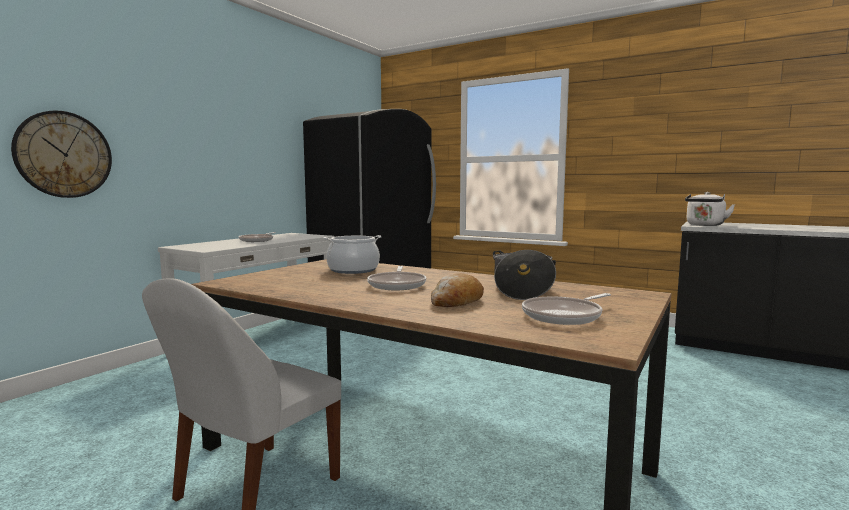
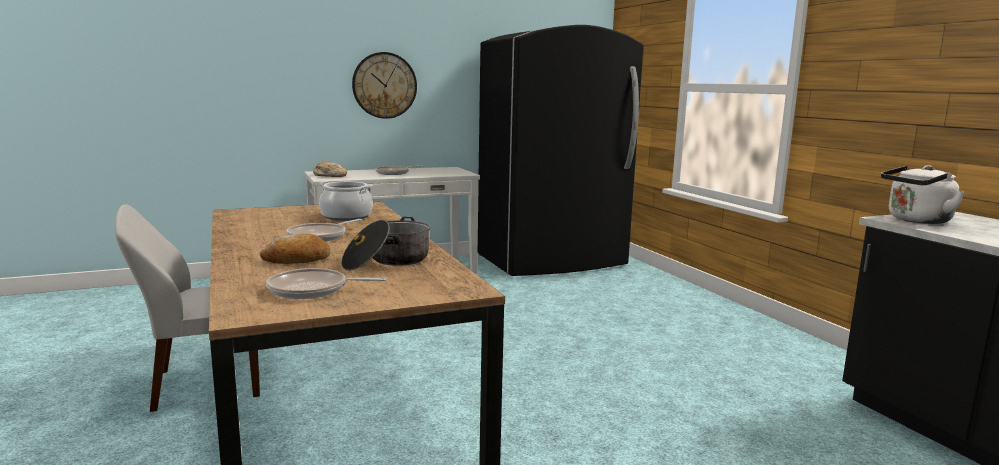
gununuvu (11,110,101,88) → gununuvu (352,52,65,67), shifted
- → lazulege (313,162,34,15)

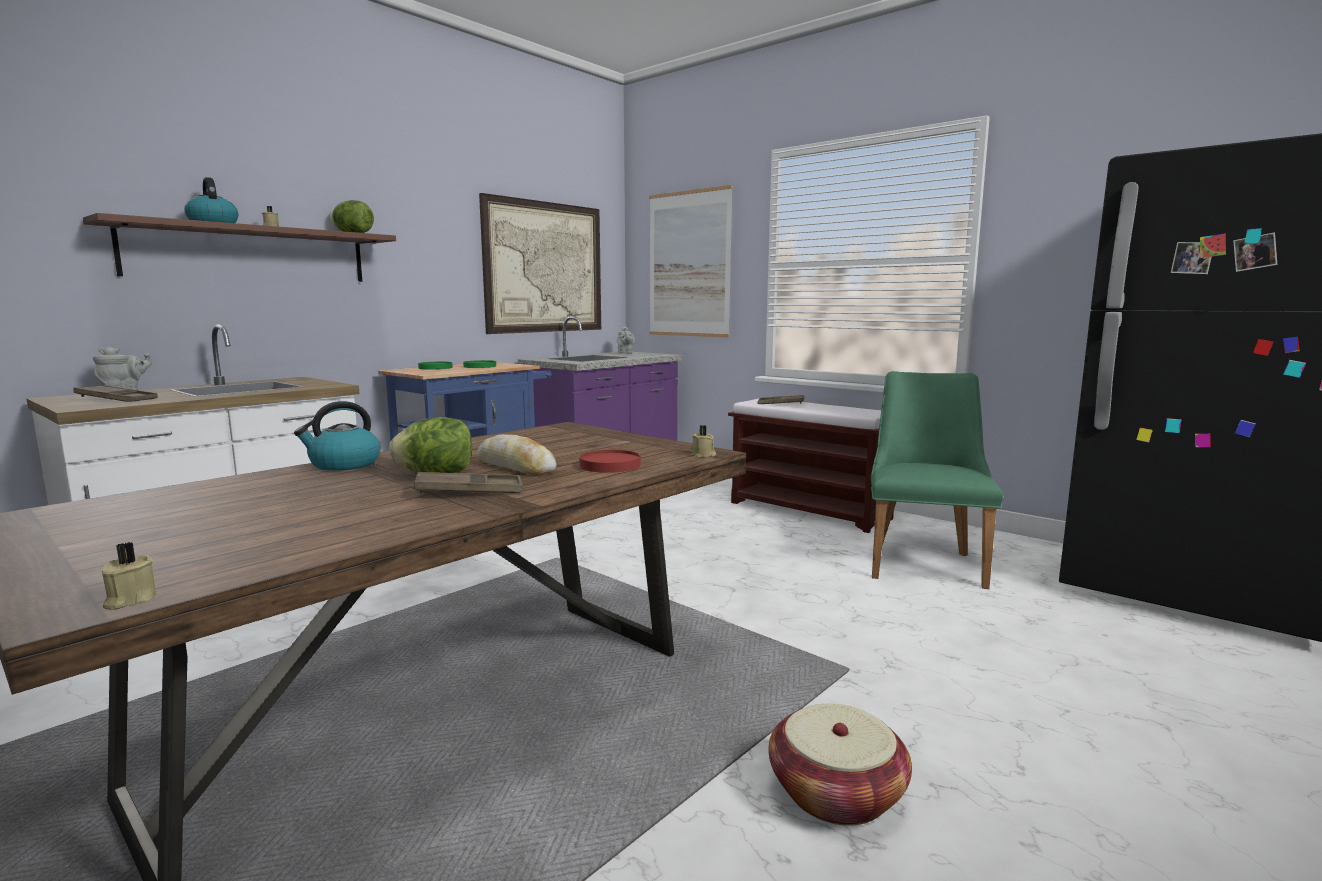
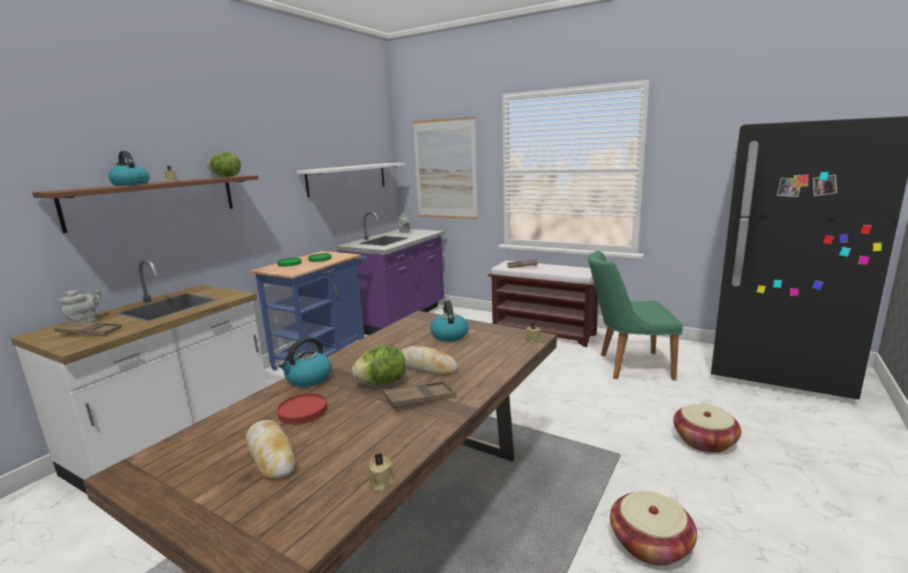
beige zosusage (102,542,54,68) → beige zosusage (369,453,24,38), shifted
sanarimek (479,193,122,141) → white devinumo (297,163,108,34)
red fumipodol (579,450,62,23) → red fumipodol (277,393,50,32), shifted
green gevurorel (871,371,132,218) → green gevurorel (588,251,95,130), 90 degrees counterclockwise
- → lazulege (246,420,49,60)
- → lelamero (430,300,39,42)
- → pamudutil (673,404,68,49)

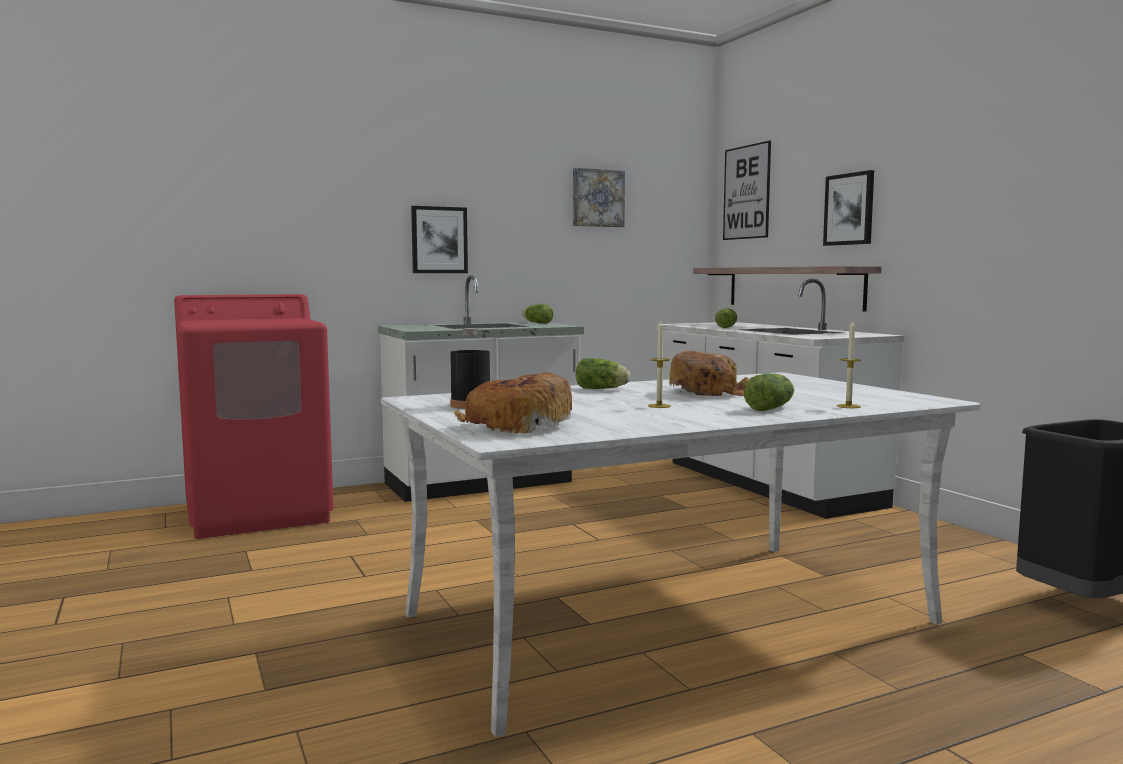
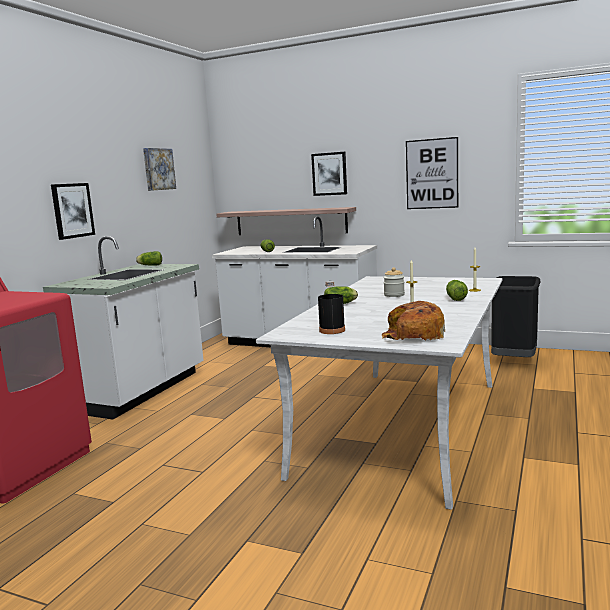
lazulege (669,351,80,45) → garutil (383,268,22,29)
sanarimek (723,141,48,99) → sanarimek (406,137,52,72), shifted

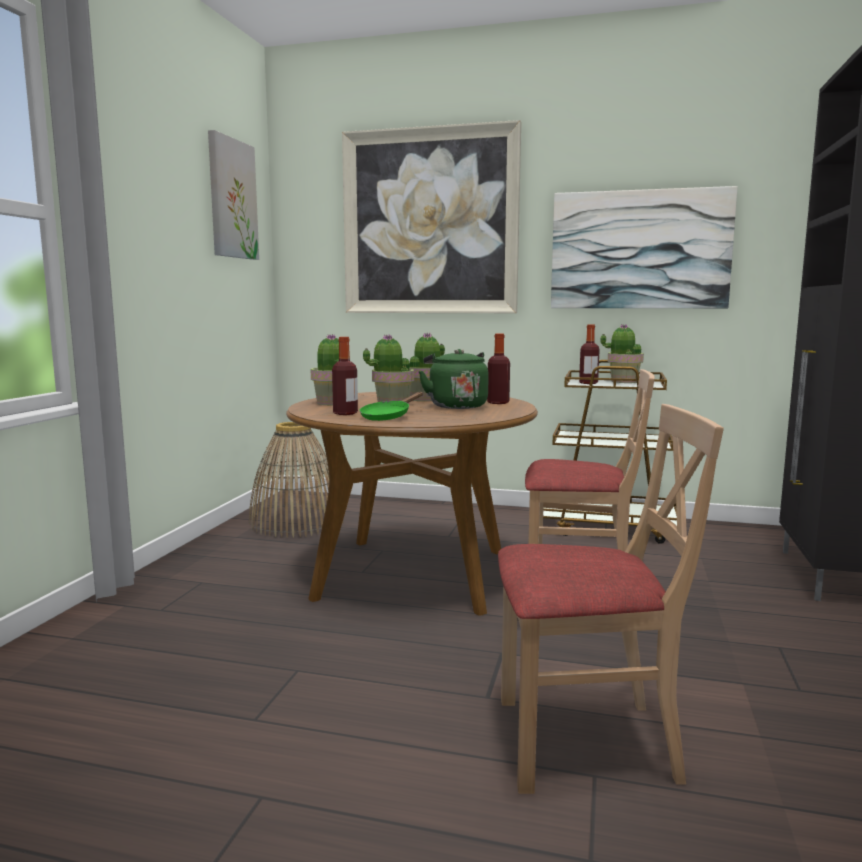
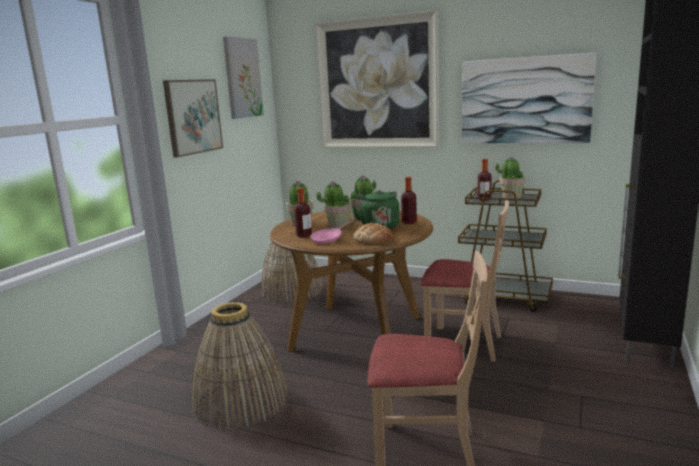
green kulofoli (359,392,64,29) → pink kulofoli (310,220,44,24)
- → sanarimek (163,79,60,78)
- → pamudutil (191,302,97,128)
- → lazulege (353,223,40,21)

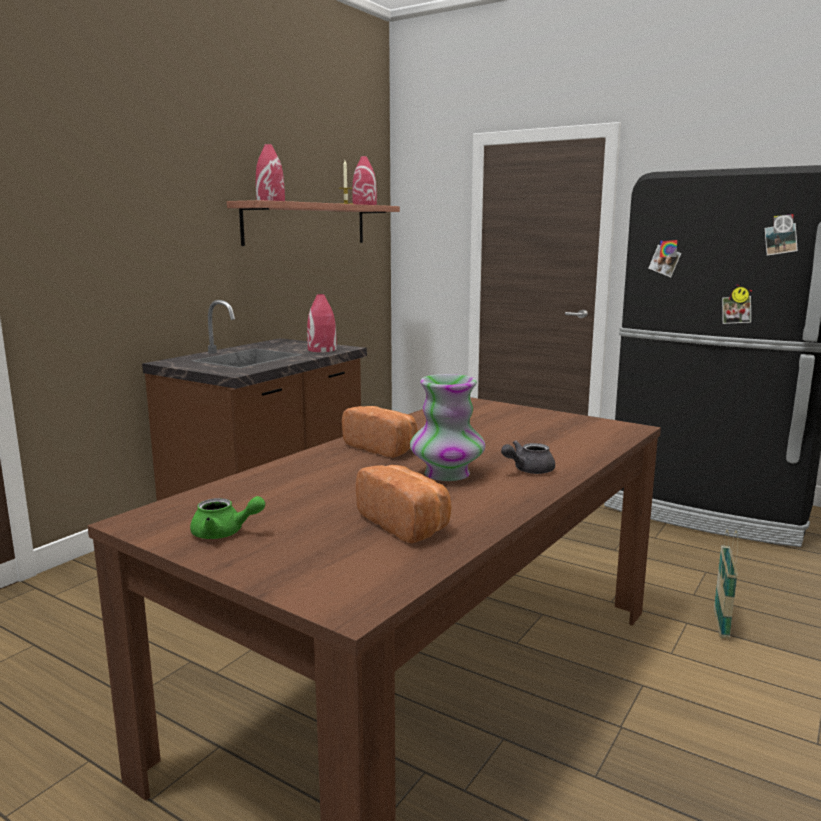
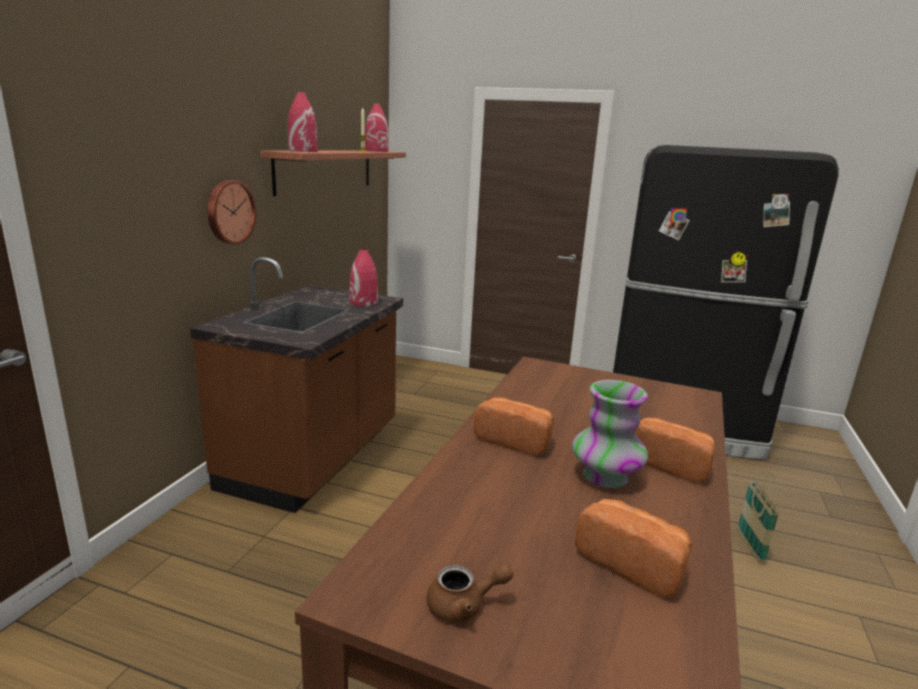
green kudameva (190,496,75,43) → brown kudameva (427,564,86,58)
grey kudameva (501,440,54,34) → lazulege (635,418,80,64)
- → gununuvu (207,180,49,65)

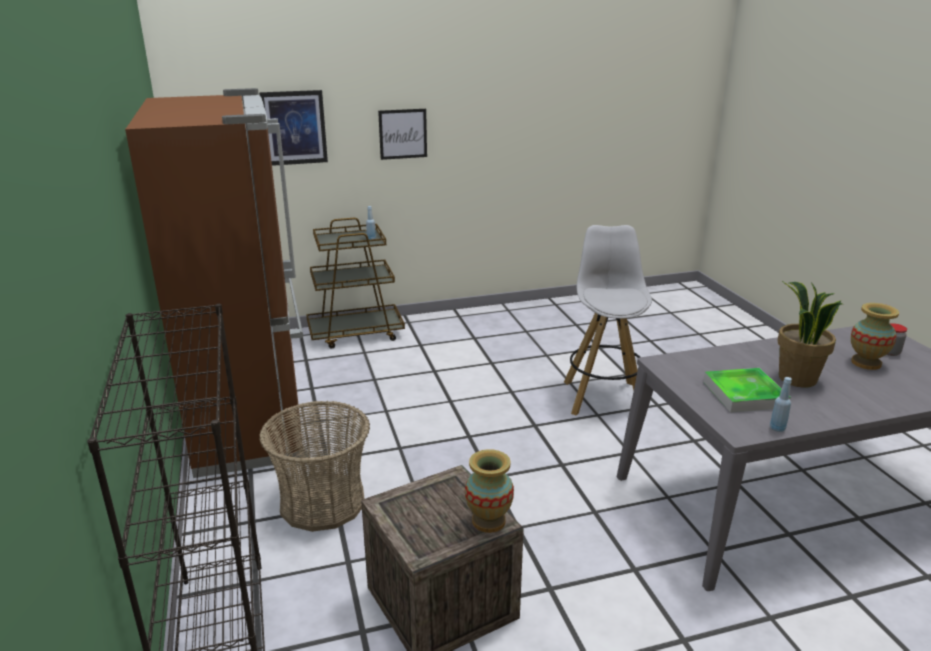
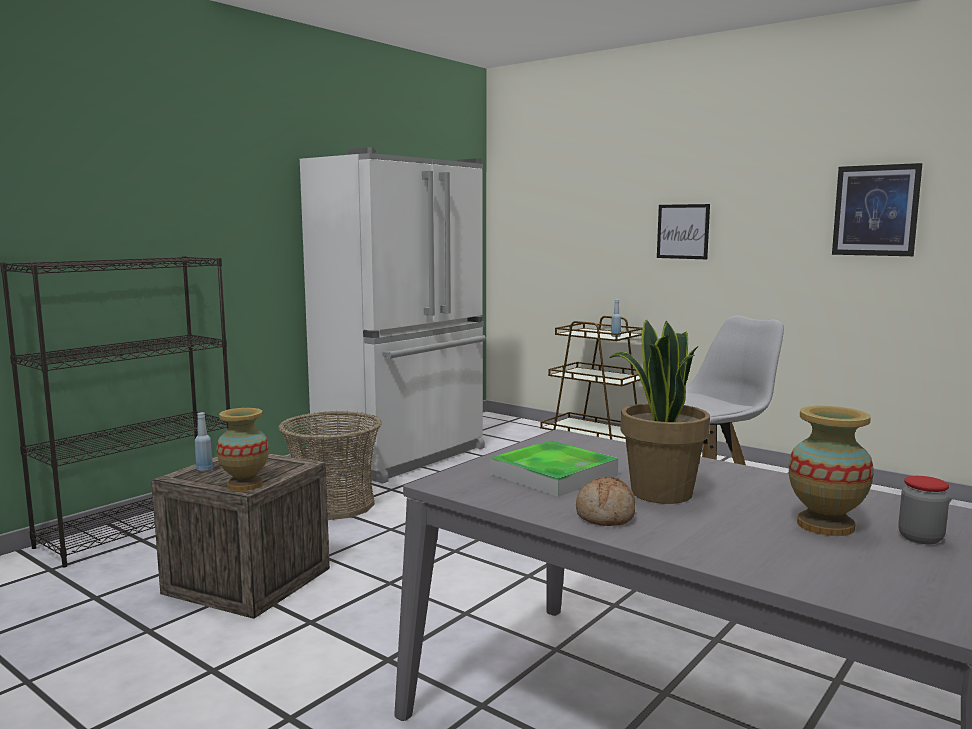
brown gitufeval (125,88,183,390) → white gitufeval (300,147,186,337)
sanarimek (259,90,69,76) → sanarimek (832,163,91,93), shifted
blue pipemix (770,377,22,55) → blue pipemix (195,412,18,60), shifted
- → lazulege (576,477,59,49)

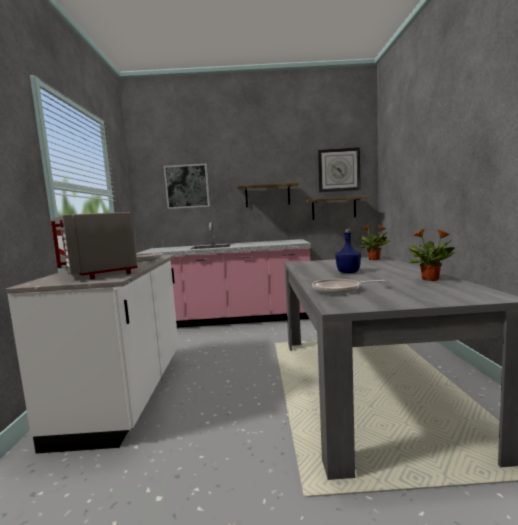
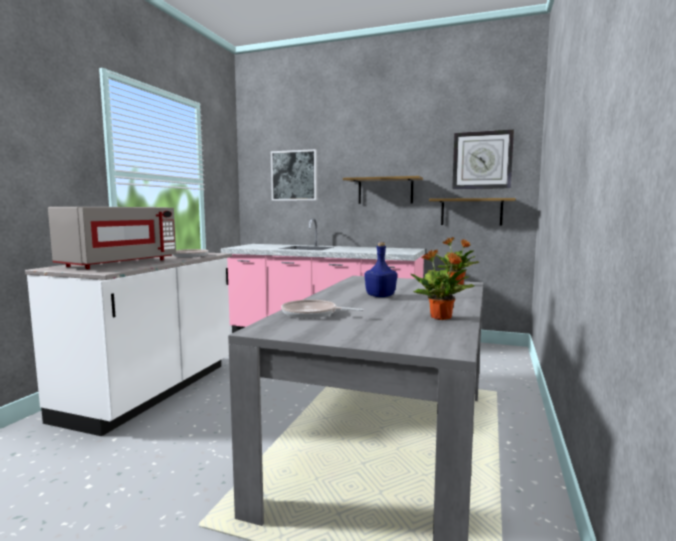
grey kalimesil (51,212,87,67) → grey kalimesil (48,207,128,62), 135 degrees counterclockwise

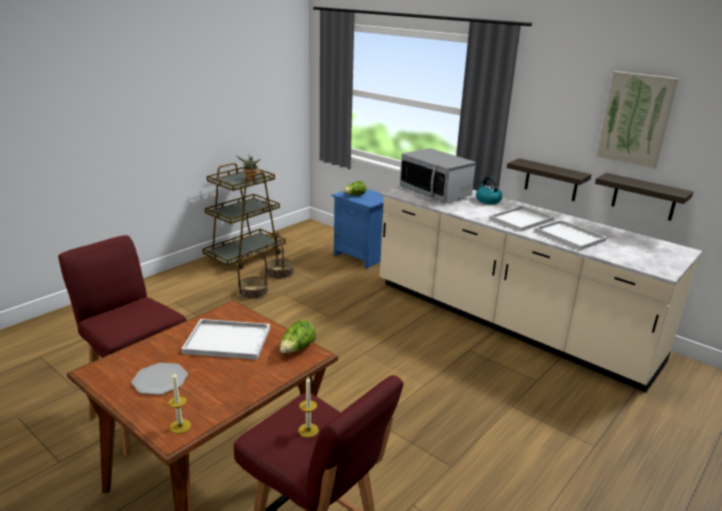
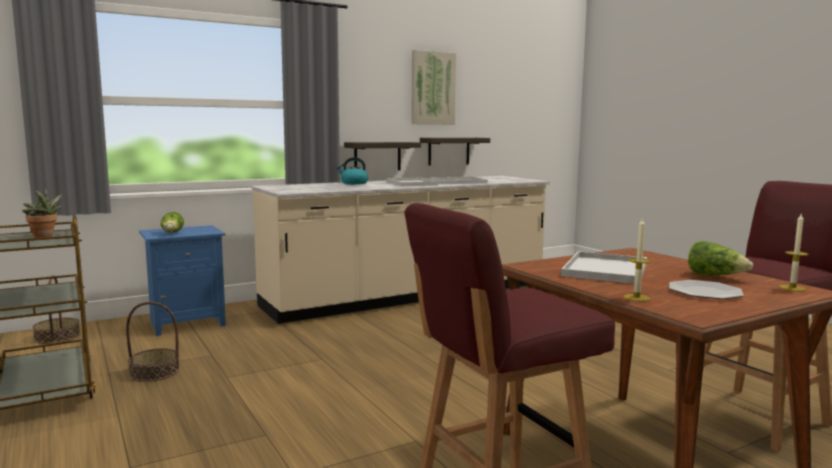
pamudutil (238,250,31,49) → pamudutil (33,275,47,69), shifted
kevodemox (280,320,36,33) → kevodemox (688,241,65,34), shifted
zosusage (298,377,21,61) → zosusage (624,217,27,85), shifted
kalimesil (400,148,76,55) → -

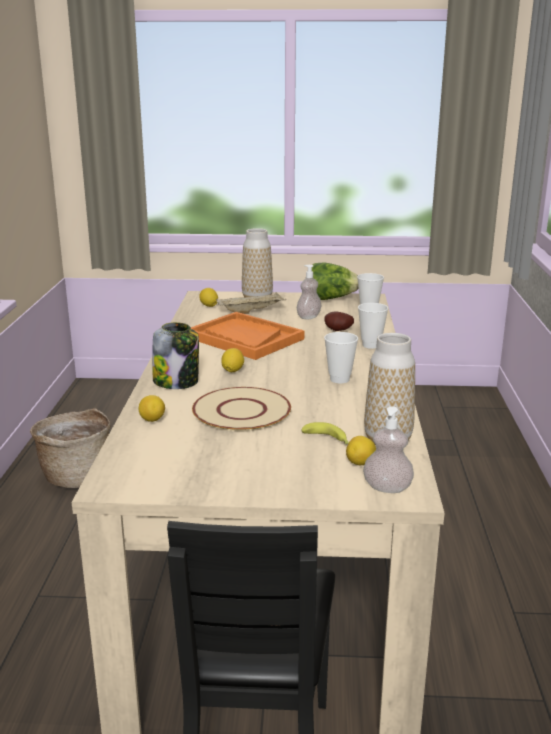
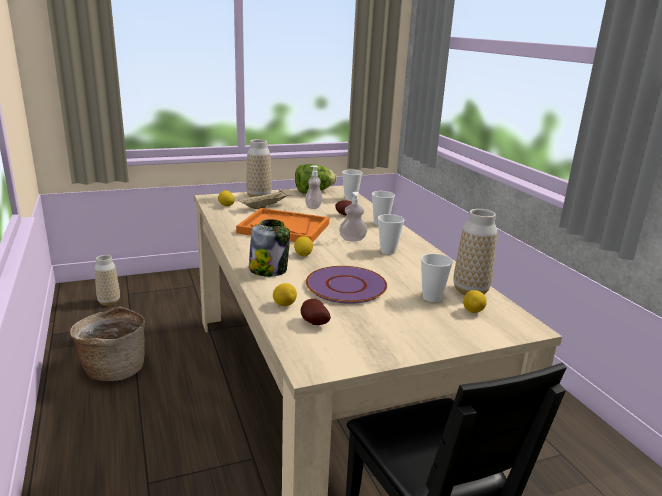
beige fumipodol (192,387,99,45) → purple fumipodol (306,266,81,38)
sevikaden (302,422,47,22) → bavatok (421,254,32,48)
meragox (363,406,51,87) → meragox (339,192,28,50), shifted
- → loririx (95,255,25,51)
- → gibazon (301,299,30,26)

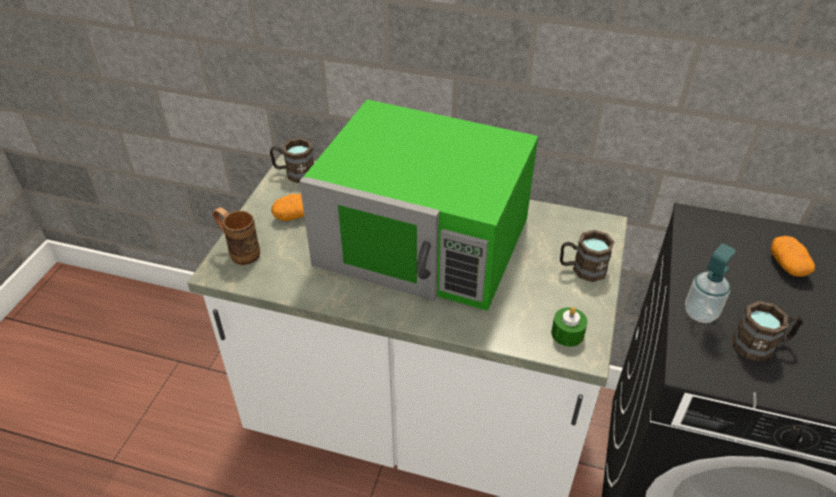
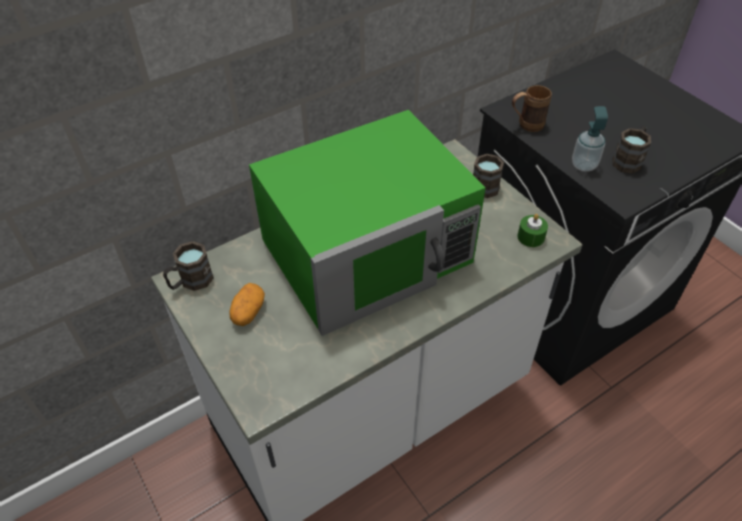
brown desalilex (213,207,47,58) → brown desalilex (512,85,40,47), shifted
gibazon (771,236,44,41) → -

